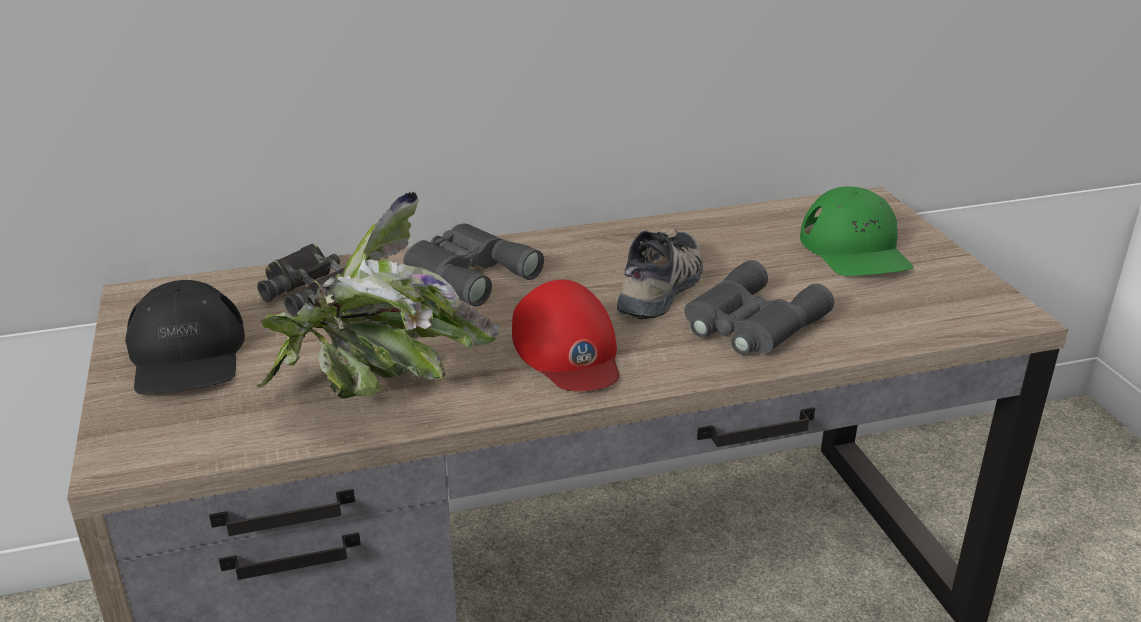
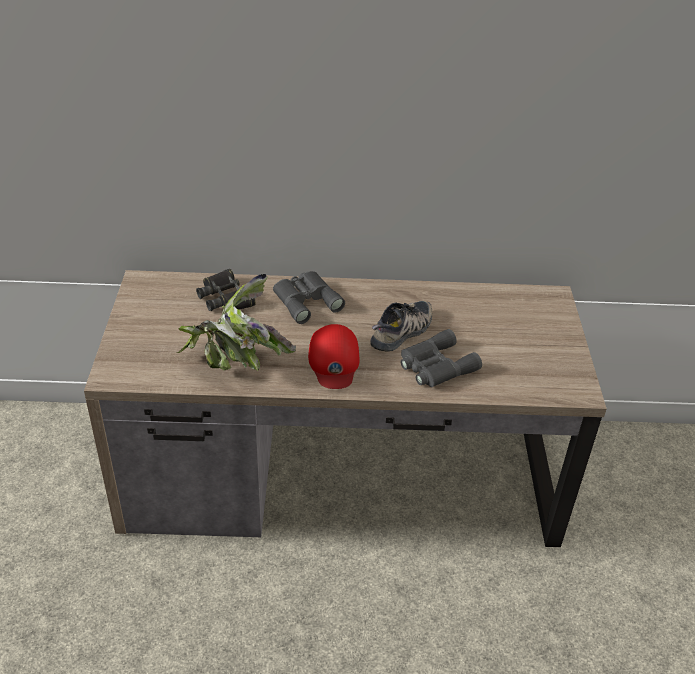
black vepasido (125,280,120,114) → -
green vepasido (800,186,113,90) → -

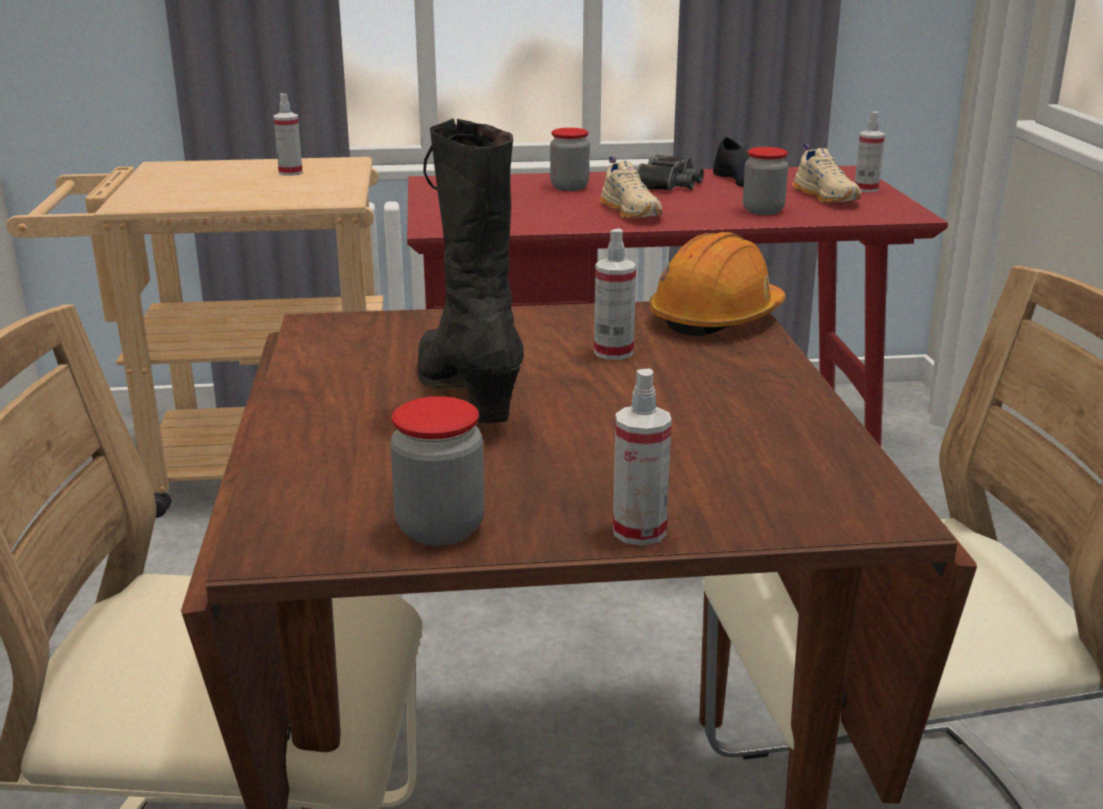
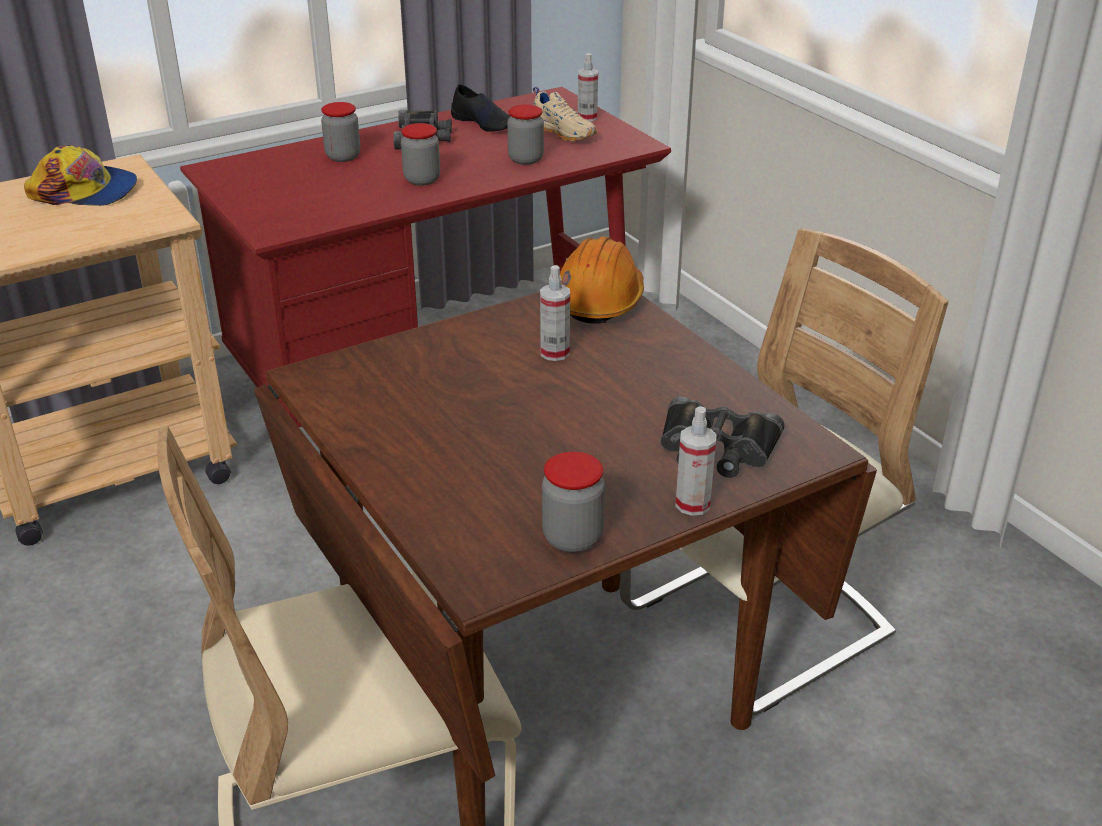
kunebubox (273,93,30,83) → vepasido (24,145,113,61)
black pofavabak (417,119,107,304) → -
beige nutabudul (600,156,63,63) → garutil (401,123,39,63)
- → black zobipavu (660,396,124,82)

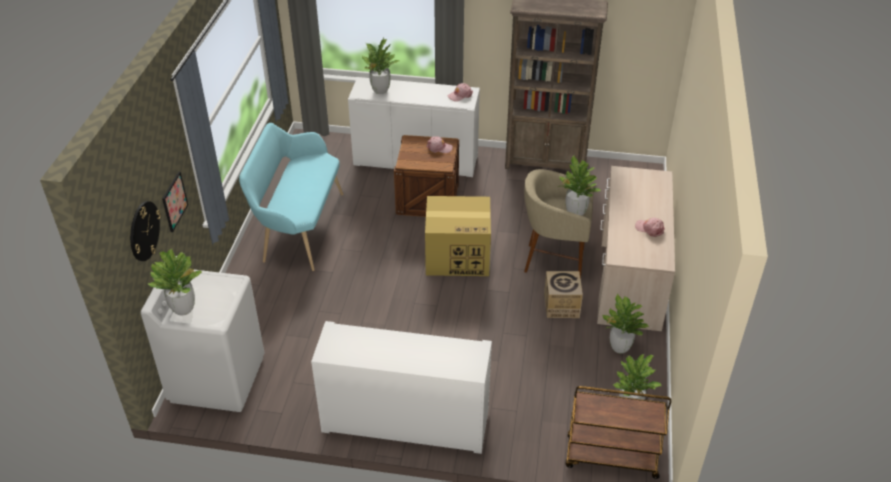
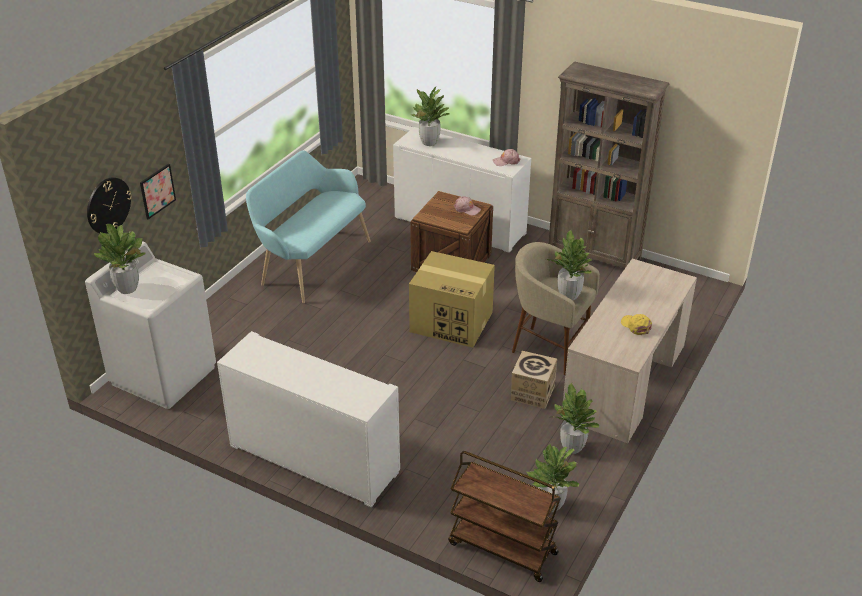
pink vepasido (635,218,30,19) → yellow vepasido (621,314,31,21)

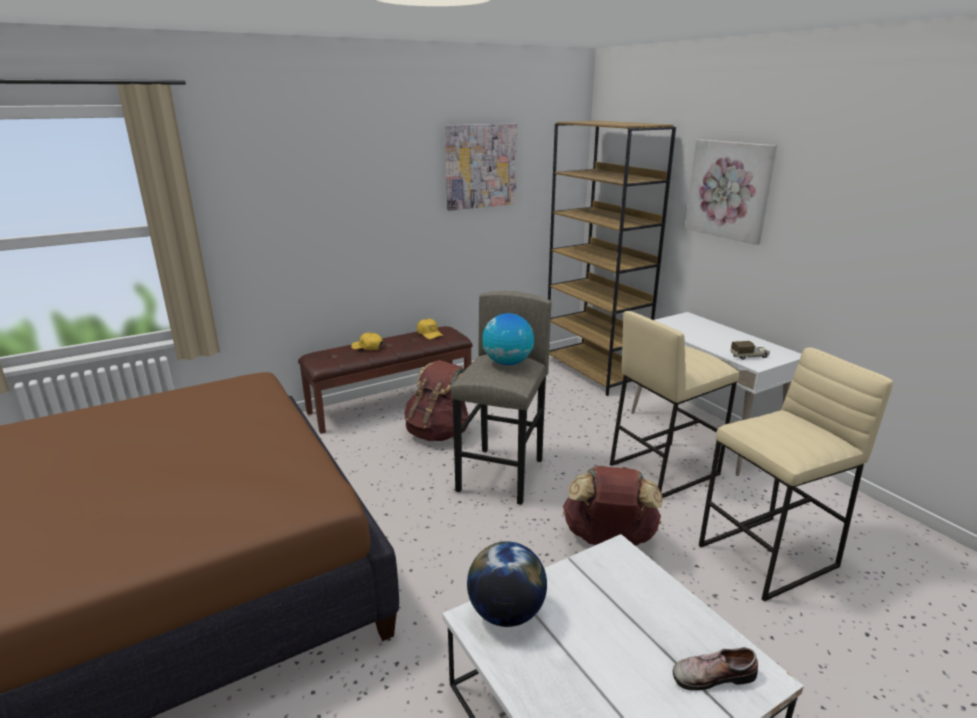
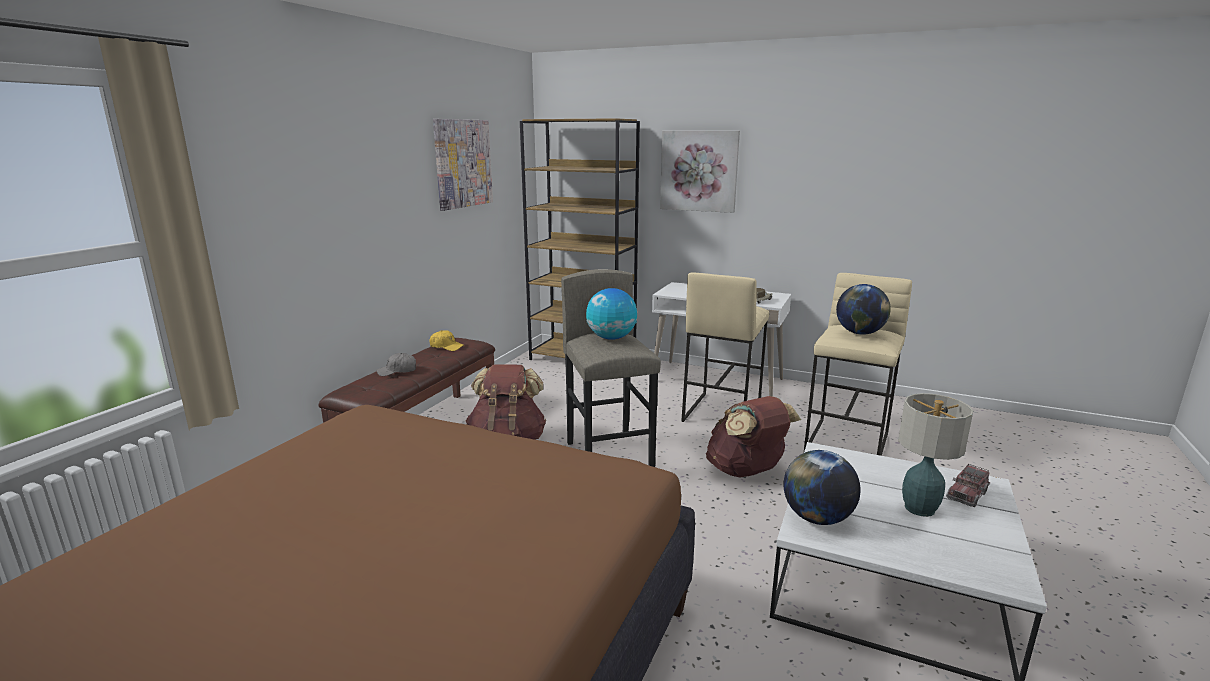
yellow vepasido (351,332,32,18) → grey vepasido (376,353,40,23)
nutabudul (673,647,85,44) → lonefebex (946,464,44,43)
- → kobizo (836,284,55,51)
- → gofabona (898,393,75,124)

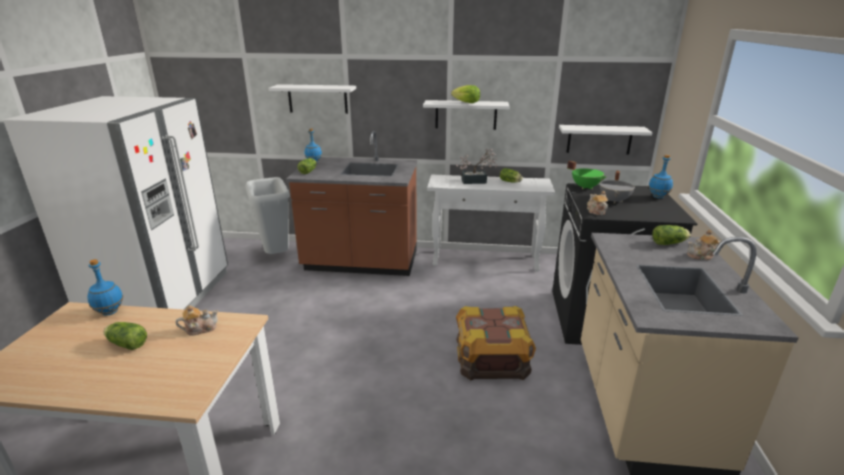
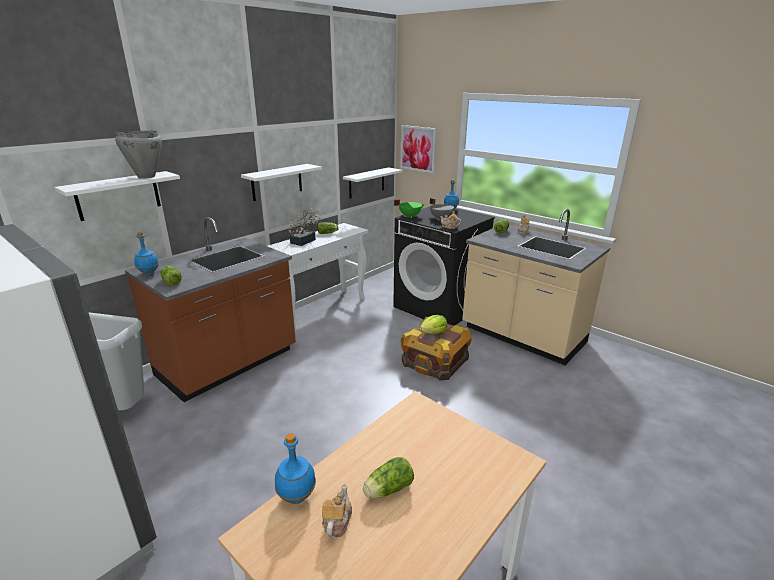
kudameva (176,305,42,31) → kudameva (322,484,30,53), shifted
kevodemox (451,85,29,18) → kevodemox (419,315,28,19), shifted
- → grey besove (115,130,47,48)
- → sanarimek (400,125,37,48)

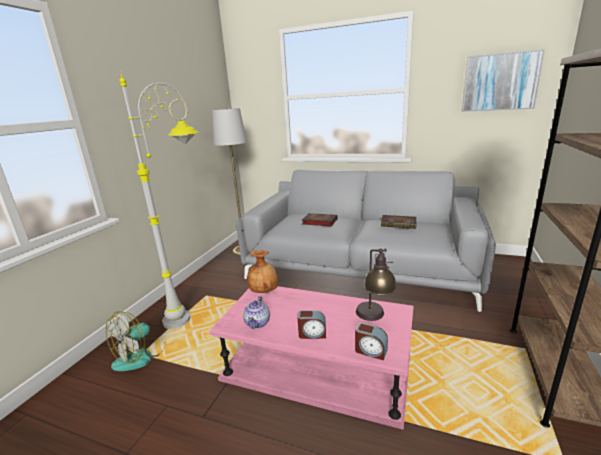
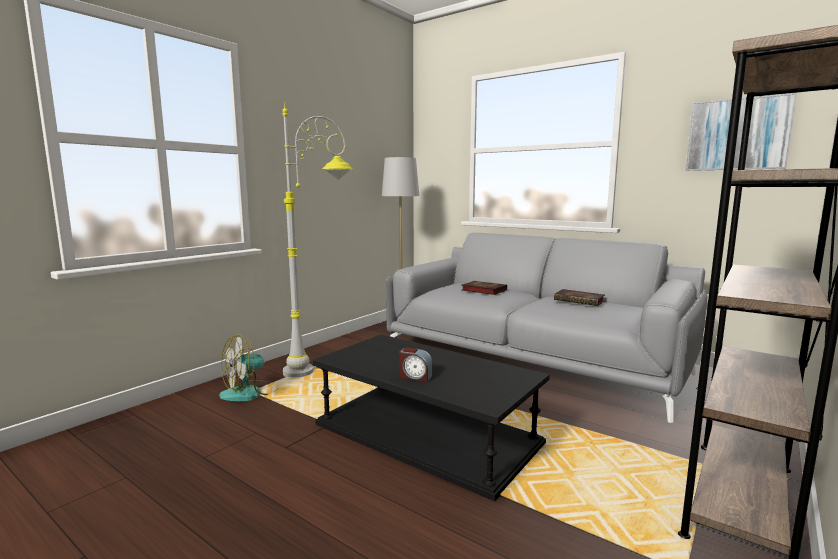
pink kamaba (209,286,205,144) → black kamaba (313,334,237,167)
kudameva (243,296,27,33) → -
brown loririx (247,250,31,43) → -
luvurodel (355,323,33,37) → -
gofabona (356,248,41,73) → -

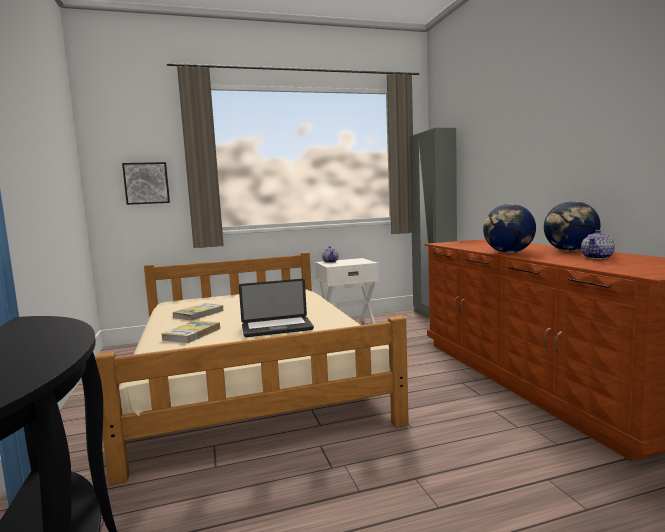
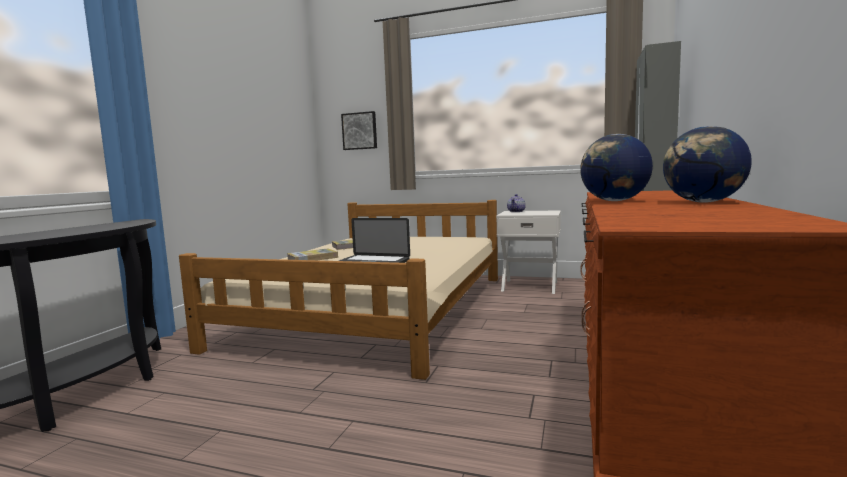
kudameva (581,230,34,29) → -

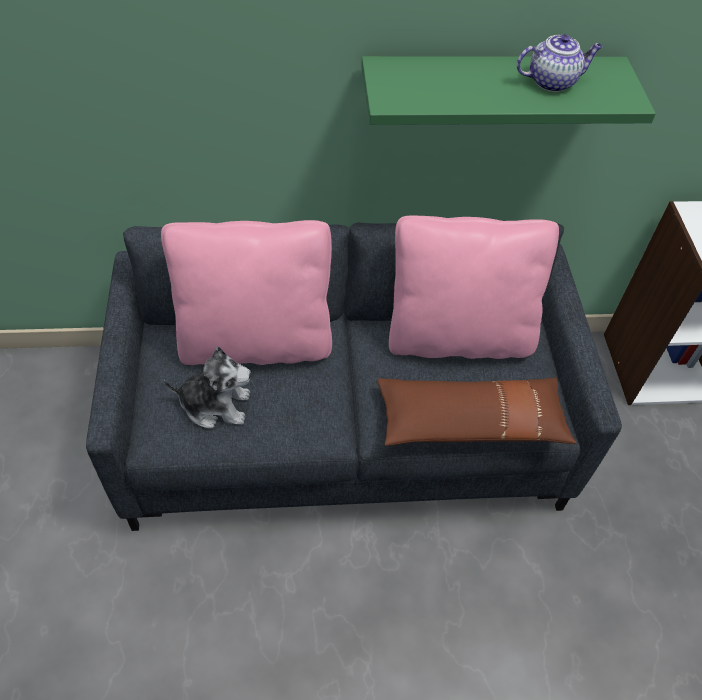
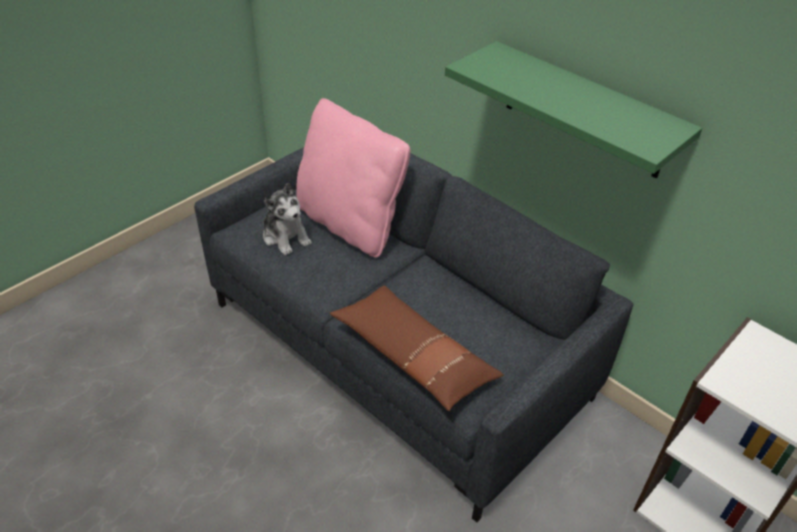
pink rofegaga (389,215,170,144) → -
kudameva (516,34,87,58) → -

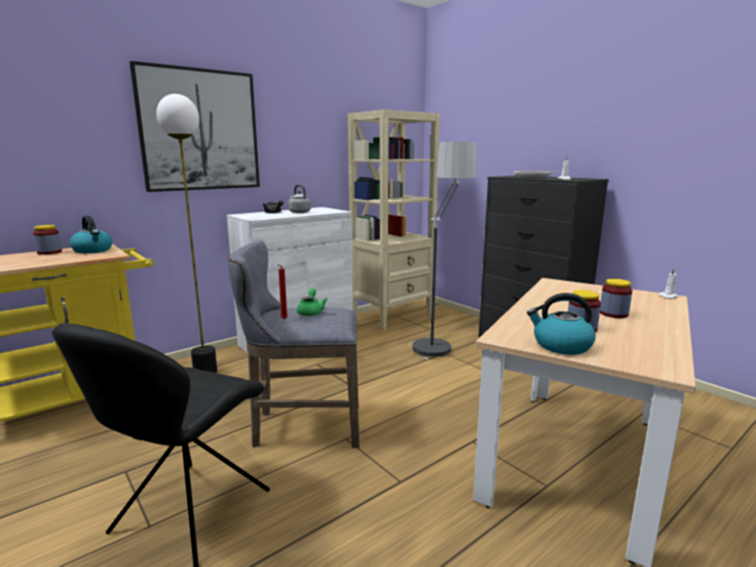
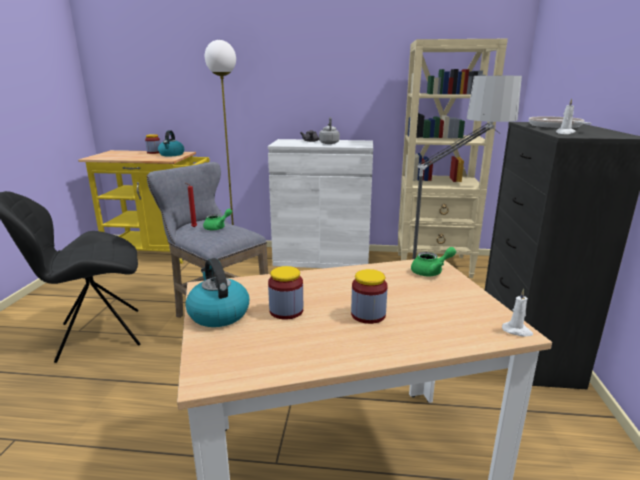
sanarimek (130,61,130,131) → -
- → green kudameva (411,247,45,29)

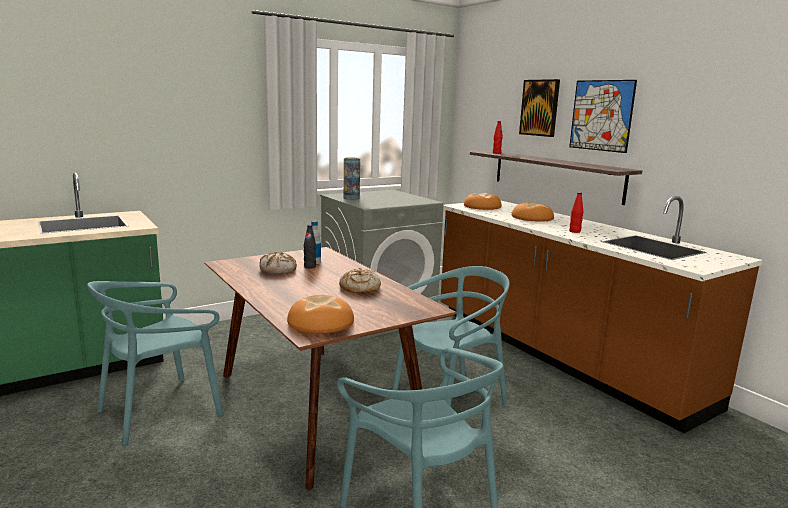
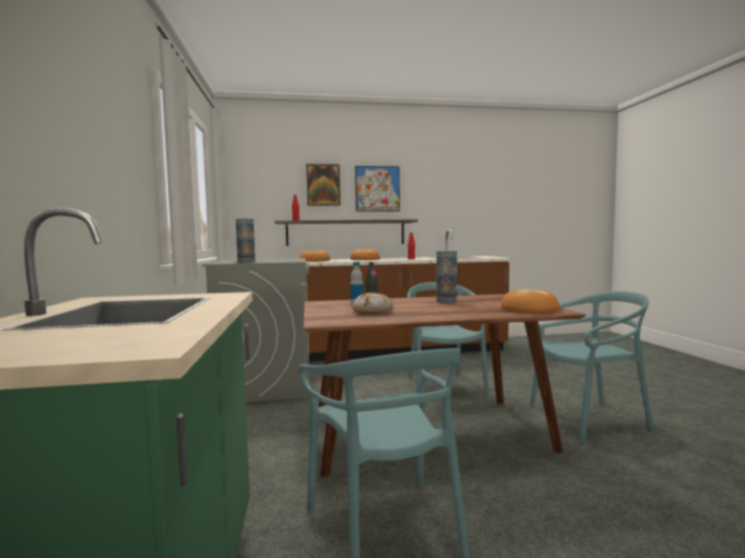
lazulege (339,268,42,25) → loririx (437,251,20,52)

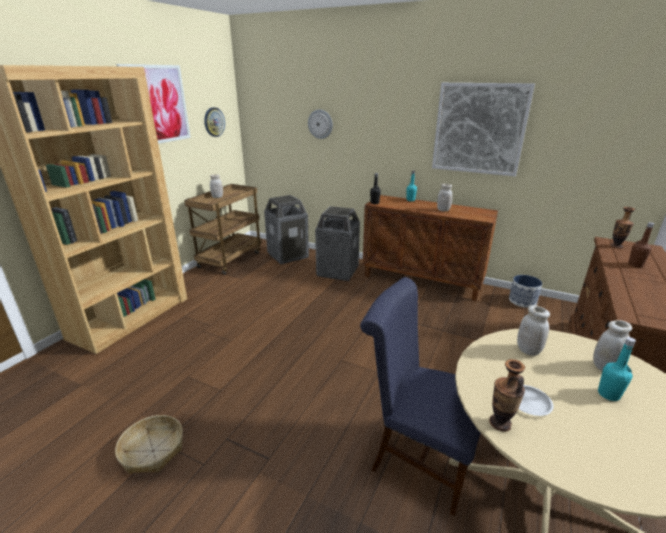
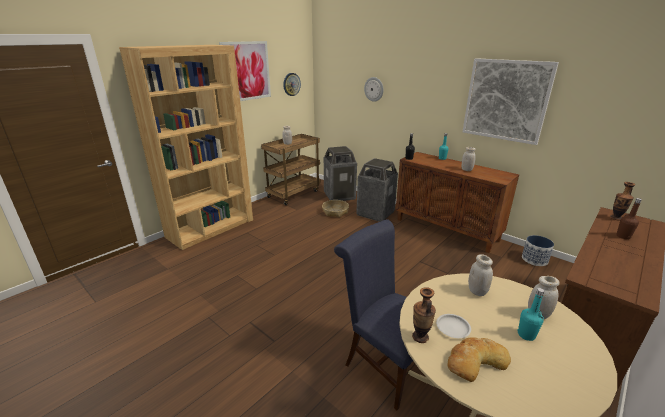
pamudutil (115,415,68,59) → pamudutil (322,200,27,18), shifted
- → lazulege (448,337,63,45)

